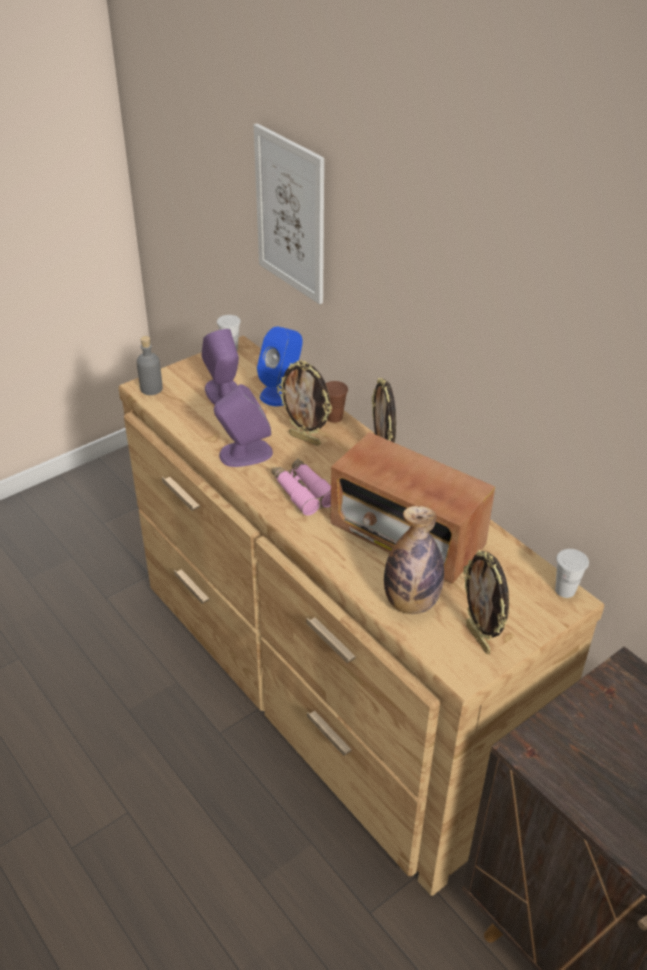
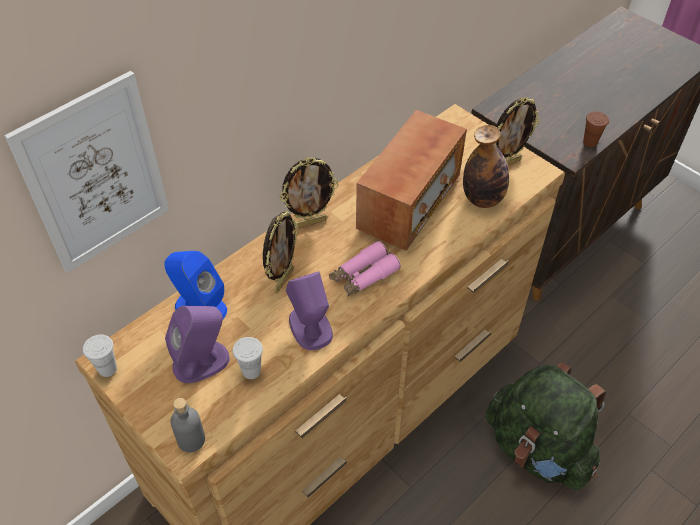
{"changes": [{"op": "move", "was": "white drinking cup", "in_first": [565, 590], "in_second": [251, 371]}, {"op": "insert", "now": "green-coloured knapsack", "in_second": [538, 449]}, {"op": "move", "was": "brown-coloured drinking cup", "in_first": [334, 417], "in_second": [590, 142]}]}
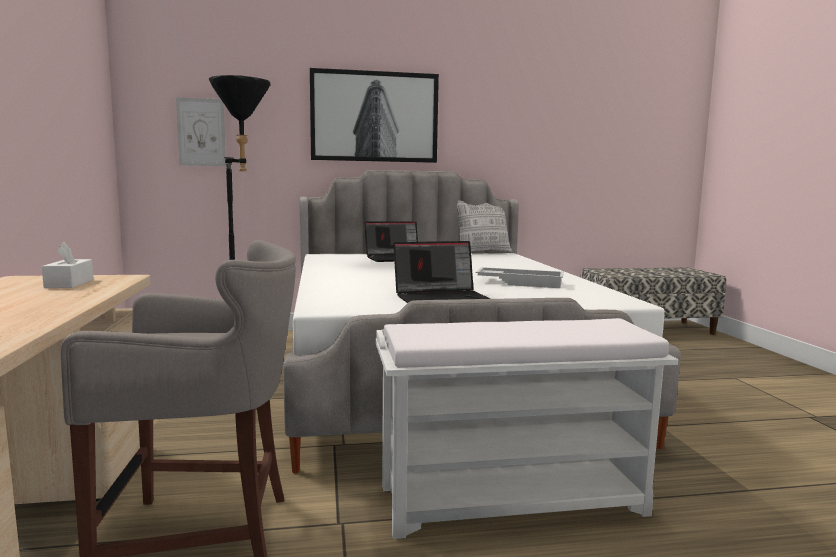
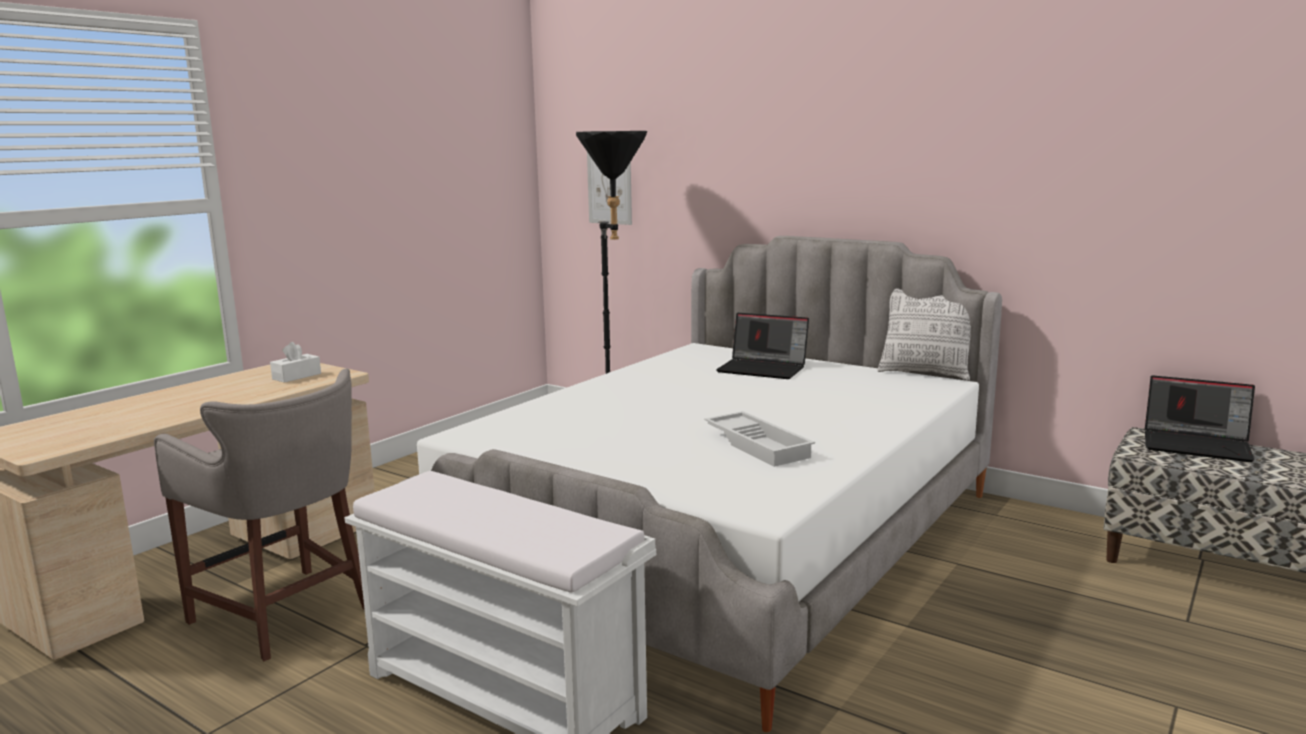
{"changes": [{"op": "move", "was": "laptop", "in_first": [442, 298], "in_second": [1197, 445]}, {"op": "delete", "was": "wall art", "in_first": [374, 117]}]}
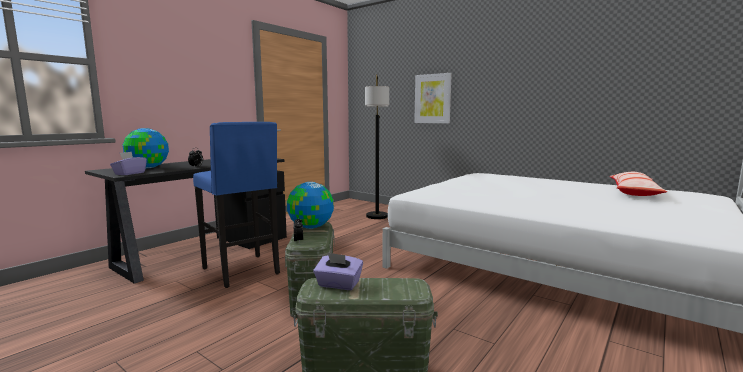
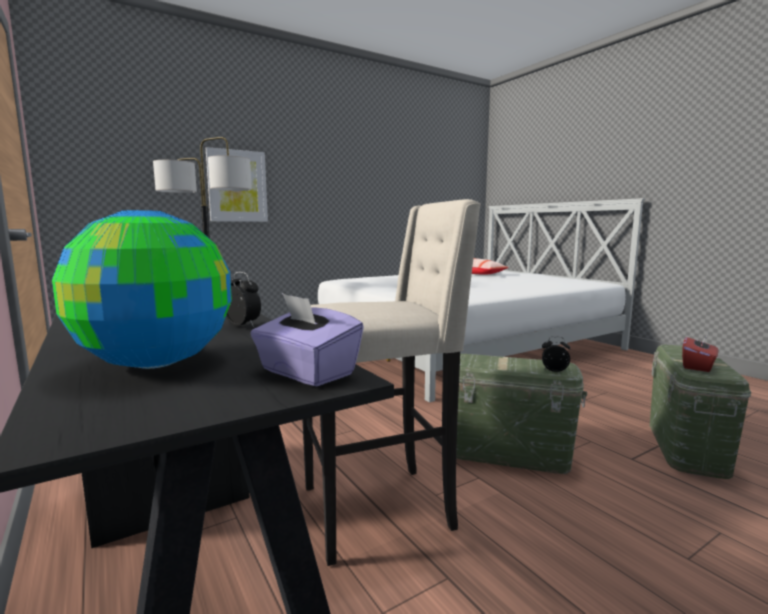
{"changes": [{"op": "recolor", "was": "bluish stool seat", "now": "sand-coloured stool seat", "in_first": [243, 271], "in_second": [380, 509]}, {"op": "recolor", "was": "purple-coloured tissue box", "now": "red tissue box", "in_first": [338, 284], "in_second": [698, 366]}, {"op": "delete", "was": "globe", "in_first": [310, 227]}]}
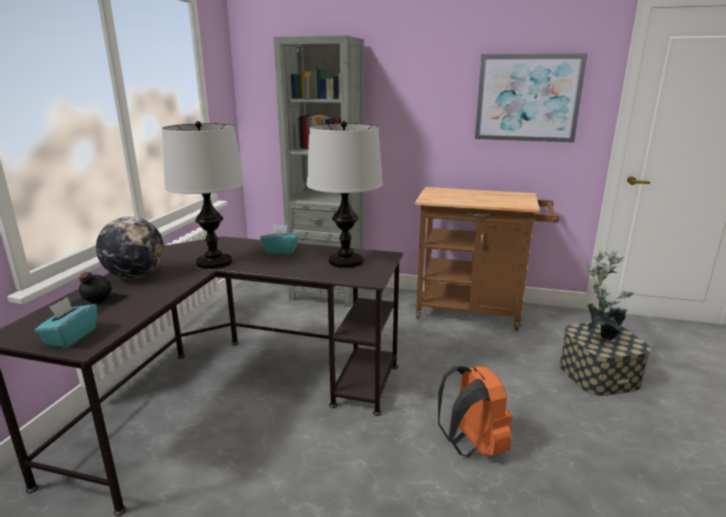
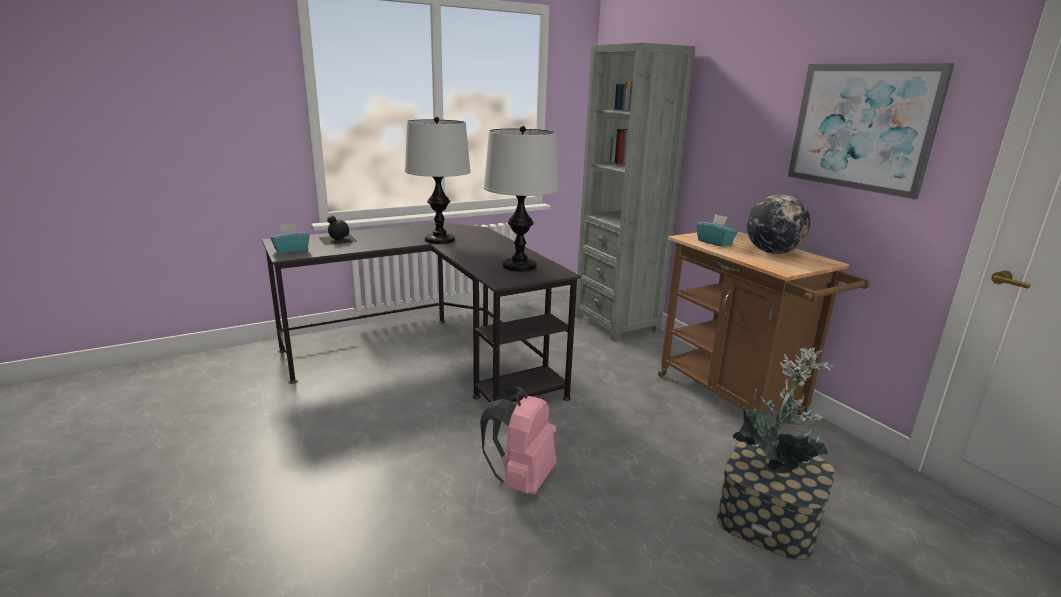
{"changes": [{"op": "recolor", "was": "orangey knapsack", "now": "pink knapsack", "in_first": [472, 445], "in_second": [521, 479]}, {"op": "move", "was": "turquoise-coloured tissue box", "in_first": [280, 251], "in_second": [715, 242]}, {"op": "move", "was": "globe", "in_first": [135, 276], "in_second": [772, 252]}]}
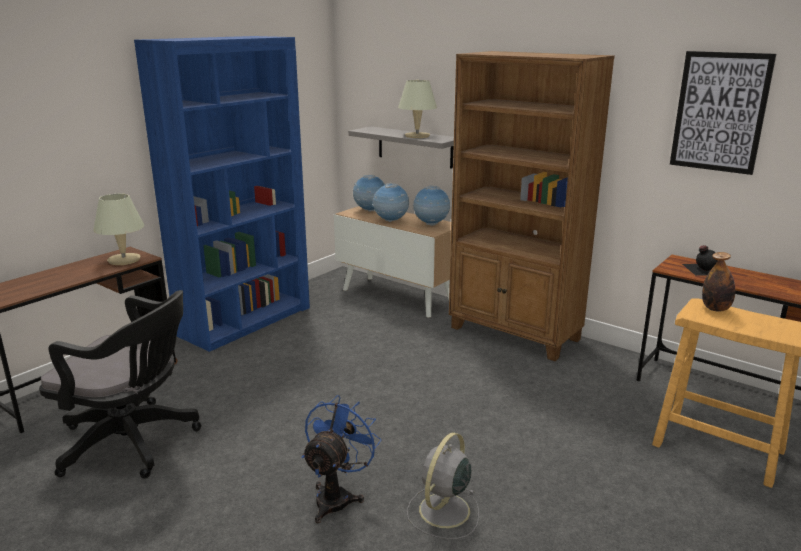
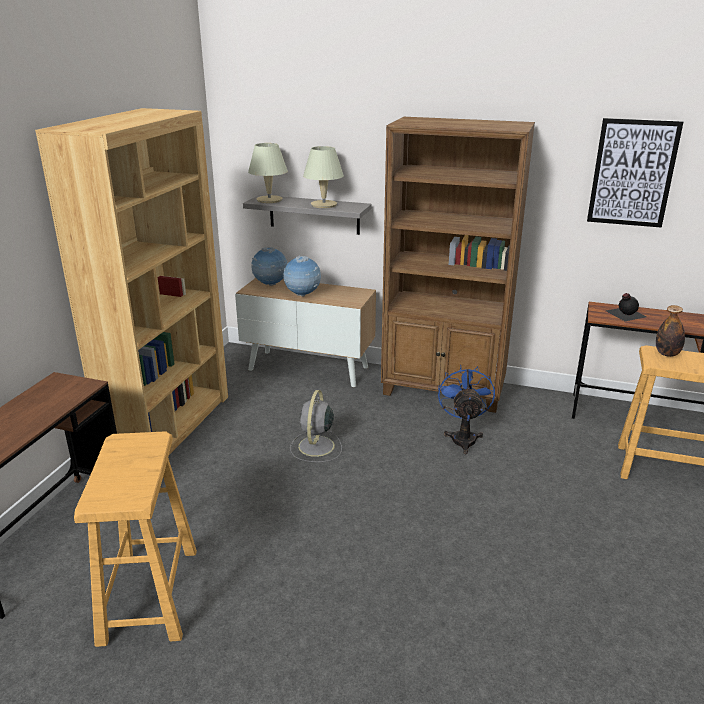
{"changes": [{"op": "recolor", "was": "bluish bookcase", "now": "brown-coloured bookcase", "in_first": [245, 321], "in_second": [169, 425]}, {"op": "replace", "was": "blackish desk chair", "now": "sand-coloured stool seat", "in_first": [134, 443], "in_second": [149, 595]}, {"op": "move", "was": "sand-coloured lamp for a table", "in_first": [124, 260], "in_second": [269, 200]}, {"op": "move", "was": "greyish cooling fan", "in_first": [443, 512], "in_second": [316, 447]}, {"op": "move", "was": "bluish cooling fan", "in_first": [337, 496], "in_second": [463, 437]}, {"op": "delete", "was": "globe", "in_first": [431, 224]}]}
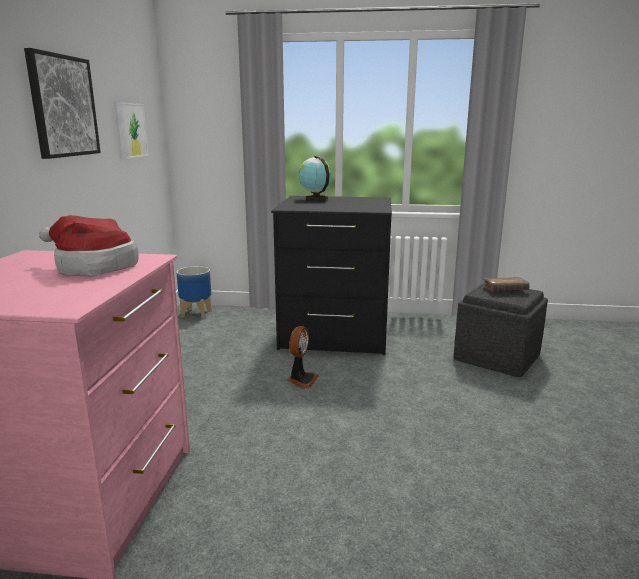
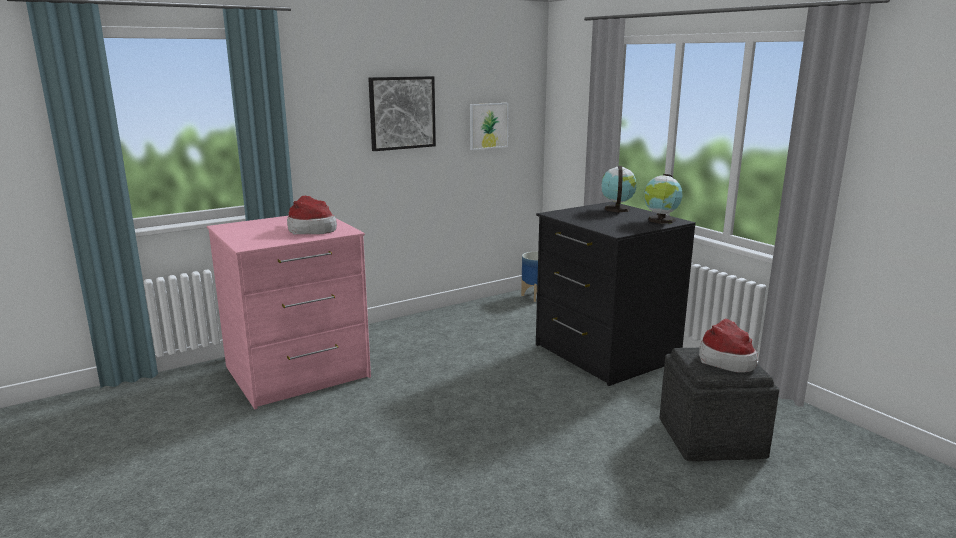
{"changes": [{"op": "insert", "now": "globe", "in_second": [660, 220]}, {"op": "replace", "was": "brown-coloured book", "now": "wearable hat", "in_first": [505, 290], "in_second": [726, 359]}, {"op": "delete", "was": "cooling fan", "in_first": [301, 380]}]}
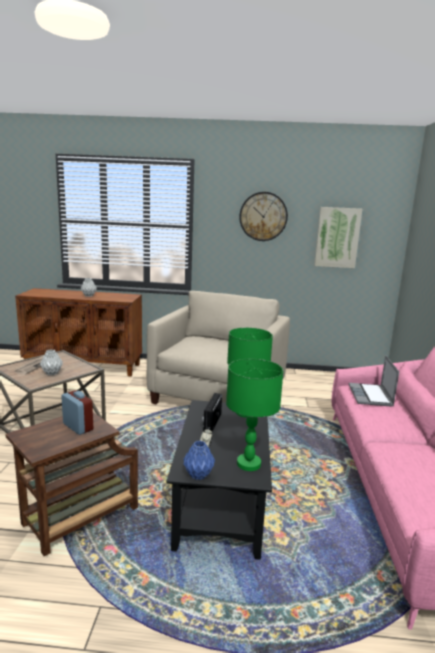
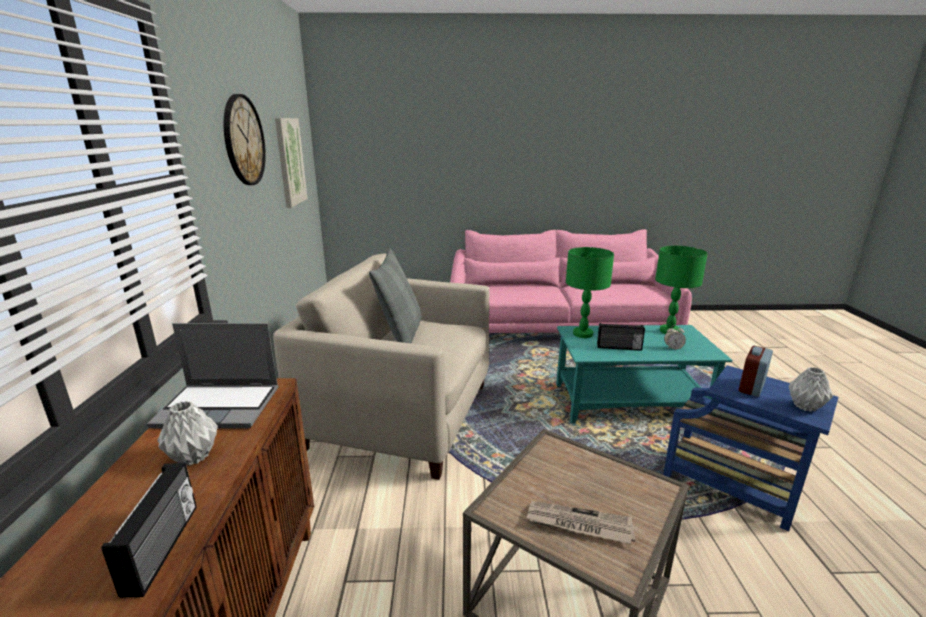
{"changes": [{"op": "insert", "now": "radio set", "in_second": [164, 548]}, {"op": "move", "was": "laptop", "in_first": [371, 396], "in_second": [221, 407]}, {"op": "insert", "now": "greyish pillow", "in_second": [401, 334]}, {"op": "recolor", "was": "blackish low table", "now": "turquoise-coloured low table", "in_first": [221, 502], "in_second": [630, 402]}, {"op": "recolor", "was": "brown-coloured side table", "now": "bluish side table", "in_first": [78, 518], "in_second": [733, 487]}, {"op": "move", "was": "greyish flower vase", "in_first": [52, 373], "in_second": [804, 406]}, {"op": "delete", "was": "bluish flower vase", "in_first": [198, 475]}]}
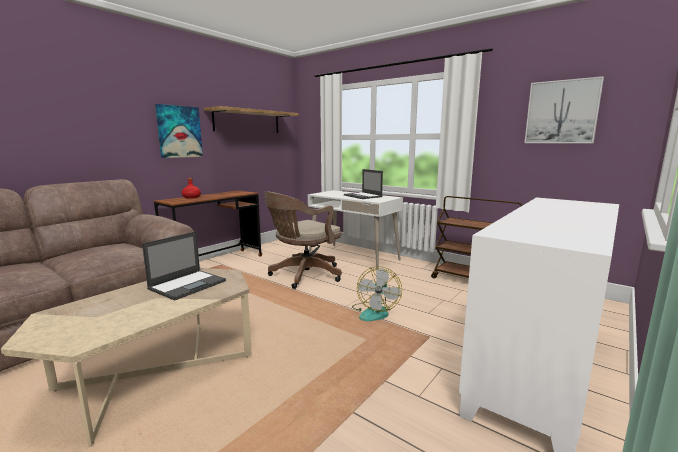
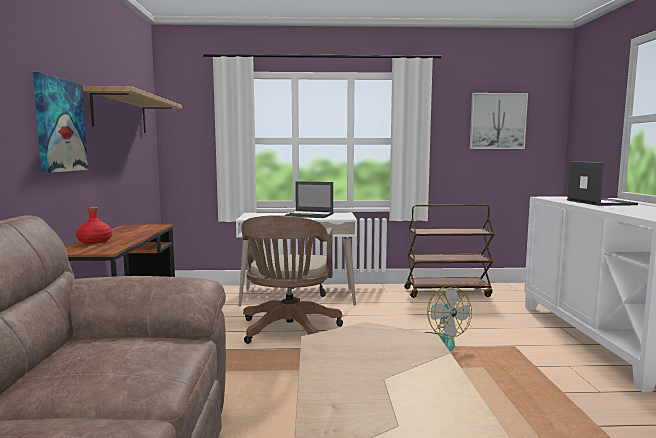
{"changes": [{"op": "move", "was": "laptop", "in_first": [188, 284], "in_second": [599, 202]}]}
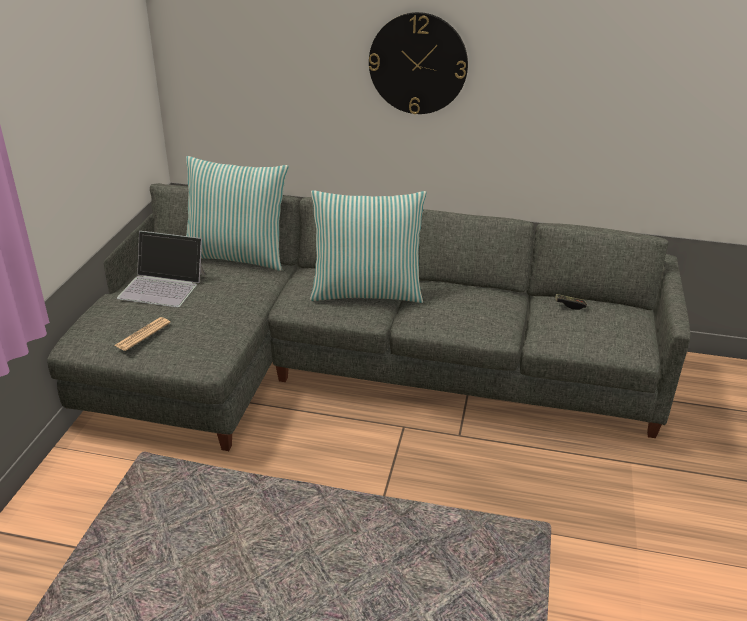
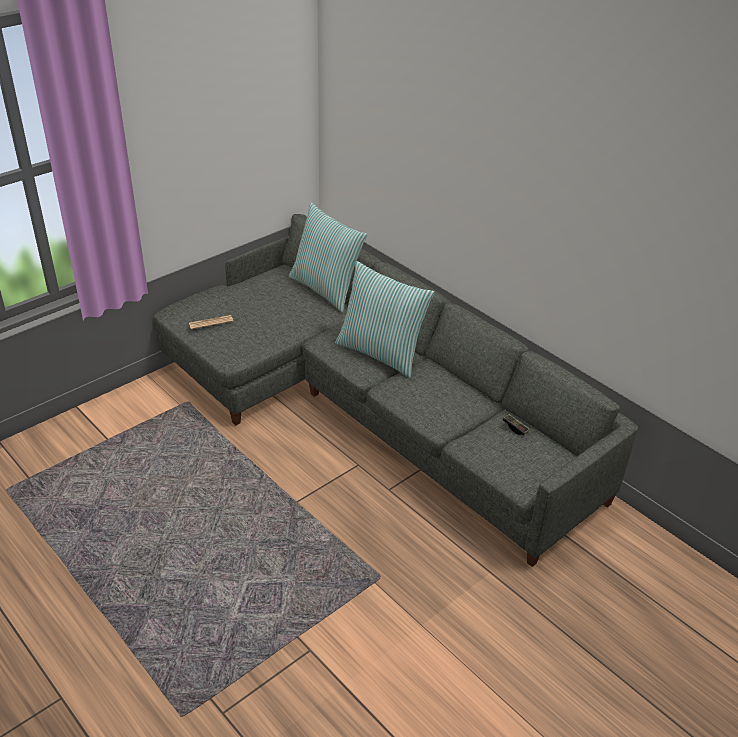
{"changes": [{"op": "delete", "was": "laptop", "in_first": [163, 286]}, {"op": "delete", "was": "hanging clock", "in_first": [418, 64]}]}
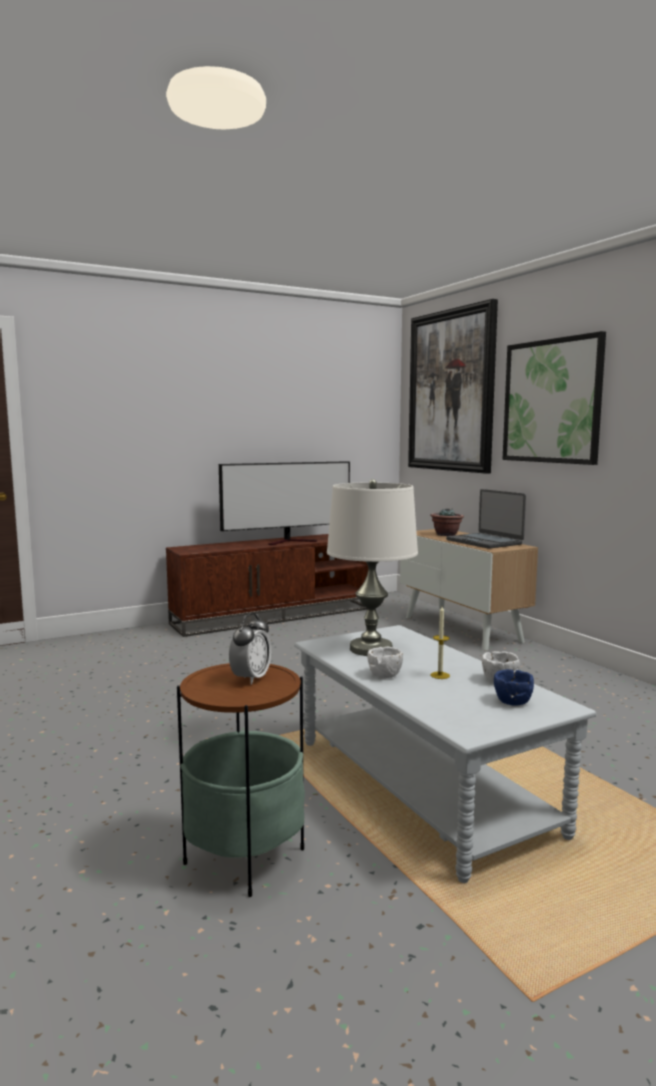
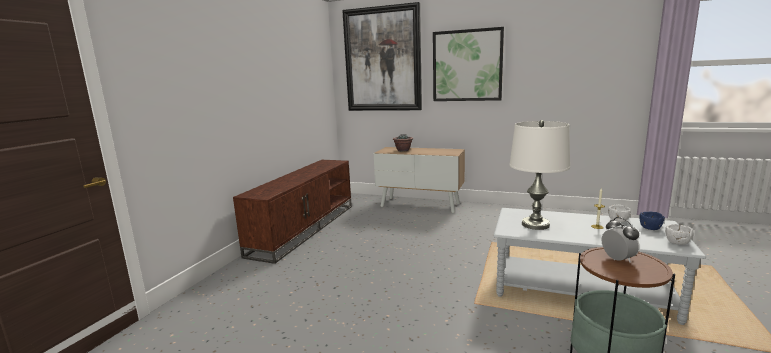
{"changes": [{"op": "move", "was": "white serving bowl", "in_first": [385, 675], "in_second": [677, 242]}, {"op": "delete", "was": "TV", "in_first": [291, 542]}, {"op": "delete", "was": "laptop", "in_first": [484, 542]}]}
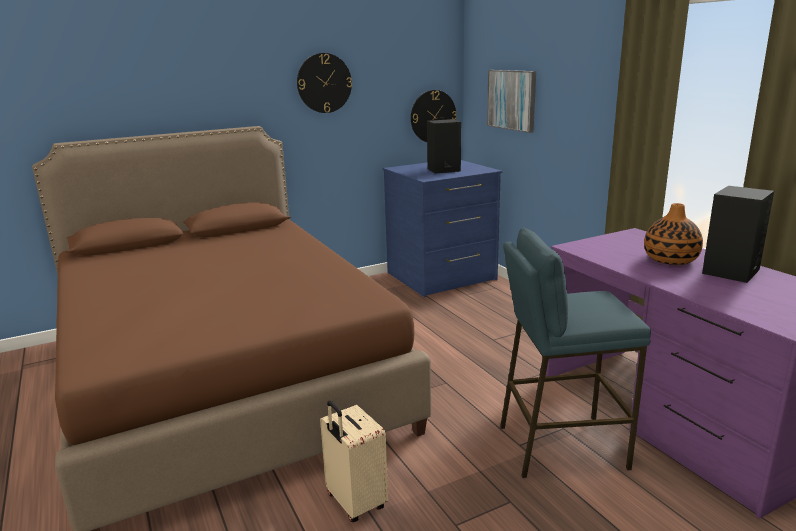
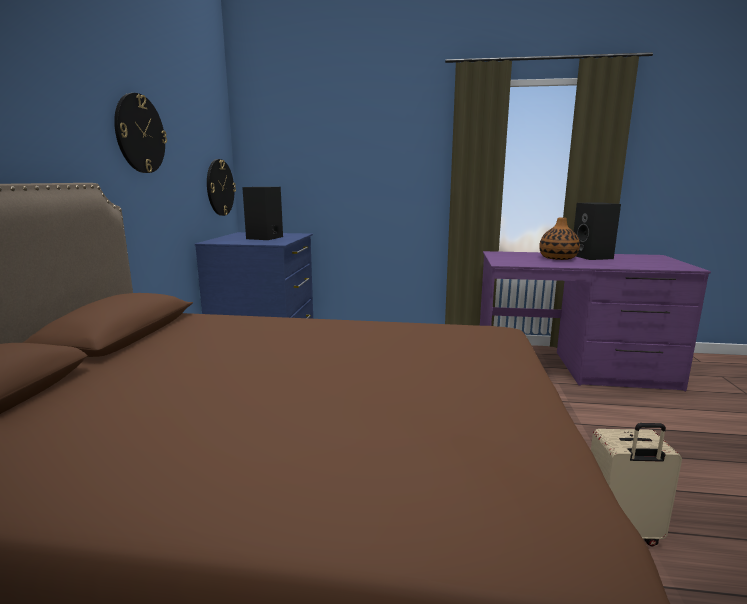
{"changes": [{"op": "delete", "was": "wall art", "in_first": [512, 100]}, {"op": "delete", "was": "bluish stool seat", "in_first": [560, 446]}]}
